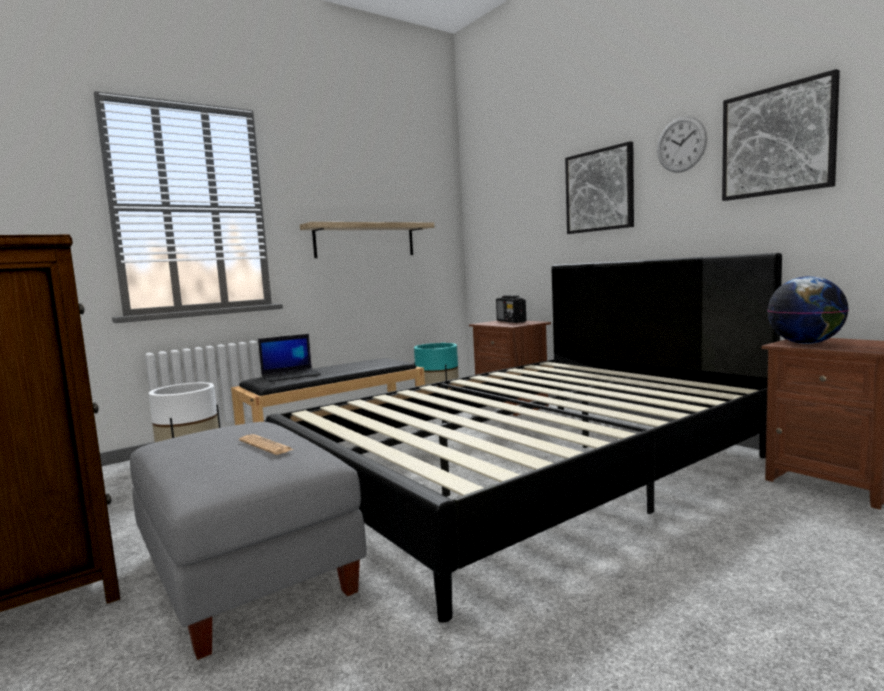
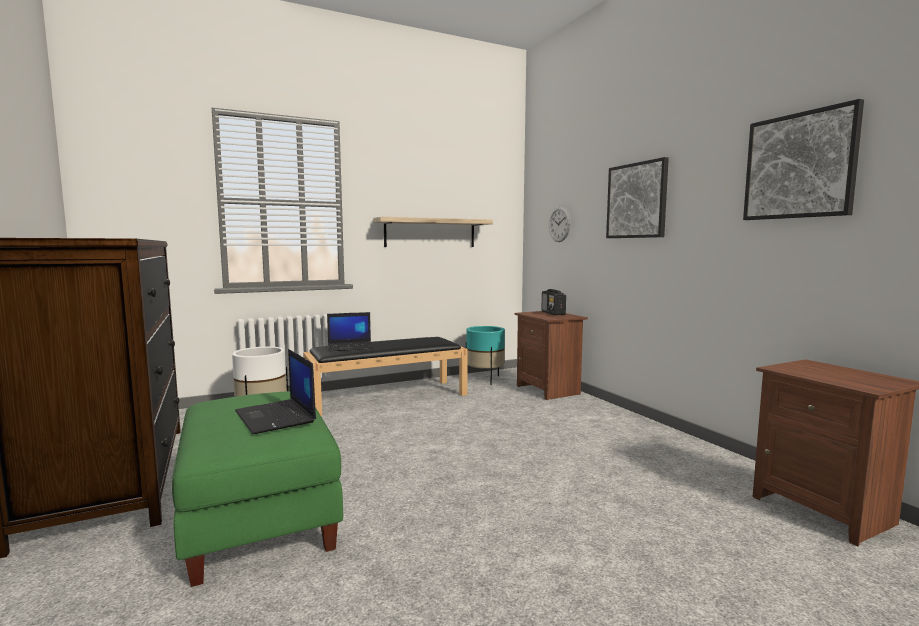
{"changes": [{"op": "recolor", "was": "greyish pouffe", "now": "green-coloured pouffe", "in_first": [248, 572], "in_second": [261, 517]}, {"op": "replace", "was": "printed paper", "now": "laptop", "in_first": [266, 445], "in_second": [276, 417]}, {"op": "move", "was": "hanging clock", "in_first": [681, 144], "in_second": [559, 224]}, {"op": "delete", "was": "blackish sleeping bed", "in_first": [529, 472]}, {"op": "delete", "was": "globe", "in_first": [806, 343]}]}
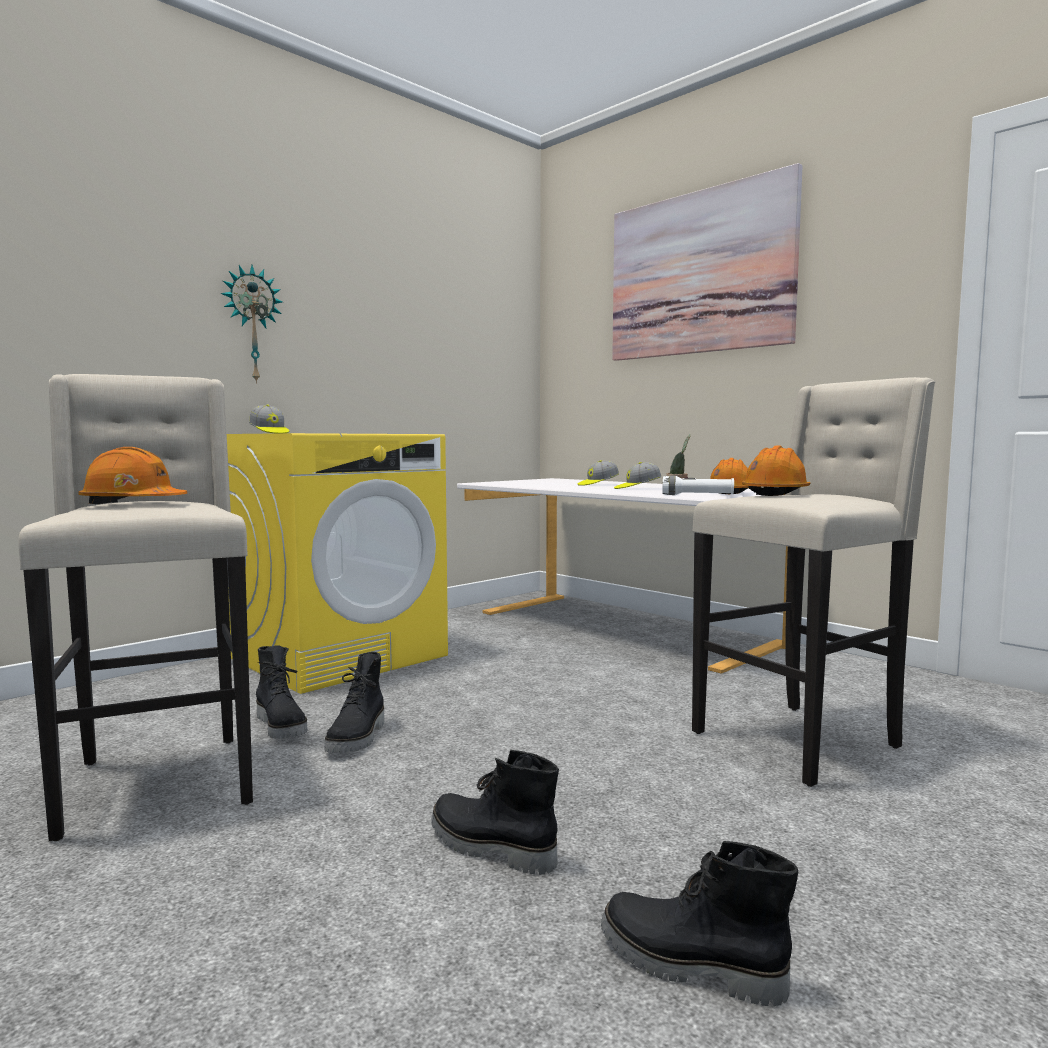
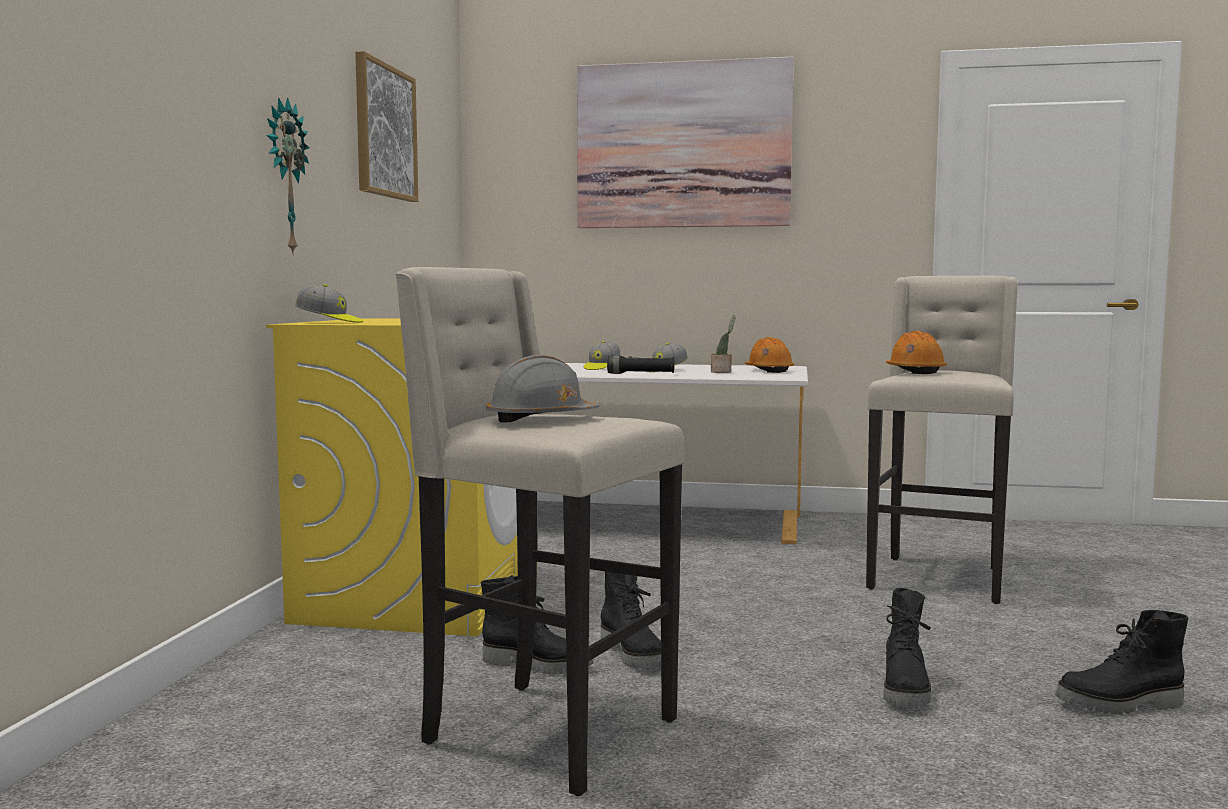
{"changes": [{"op": "insert", "now": "wall art", "in_second": [384, 131]}, {"op": "recolor", "was": "orangey hard hat", "now": "greyish hard hat", "in_first": [133, 504], "in_second": [541, 419]}, {"op": "insert", "now": "blackish flashlight", "in_second": [641, 374]}, {"op": "rotate", "was": "blackish tall boot", "in_first": [490, 848], "in_second": [906, 690], "clockwise": -75}, {"op": "delete", "was": "white flashlight", "in_first": [697, 495]}]}
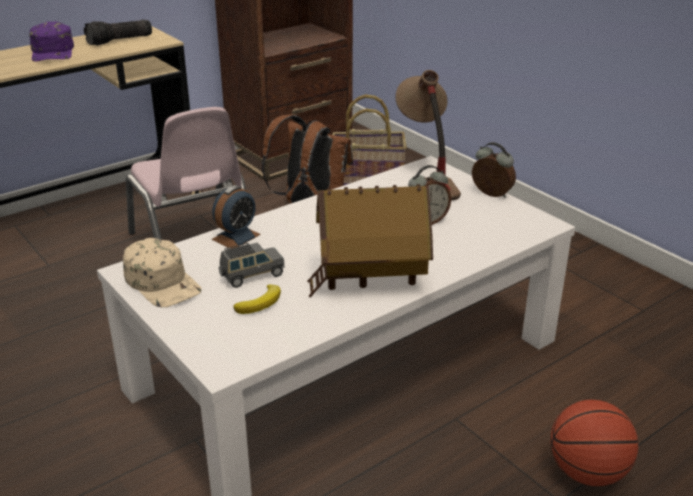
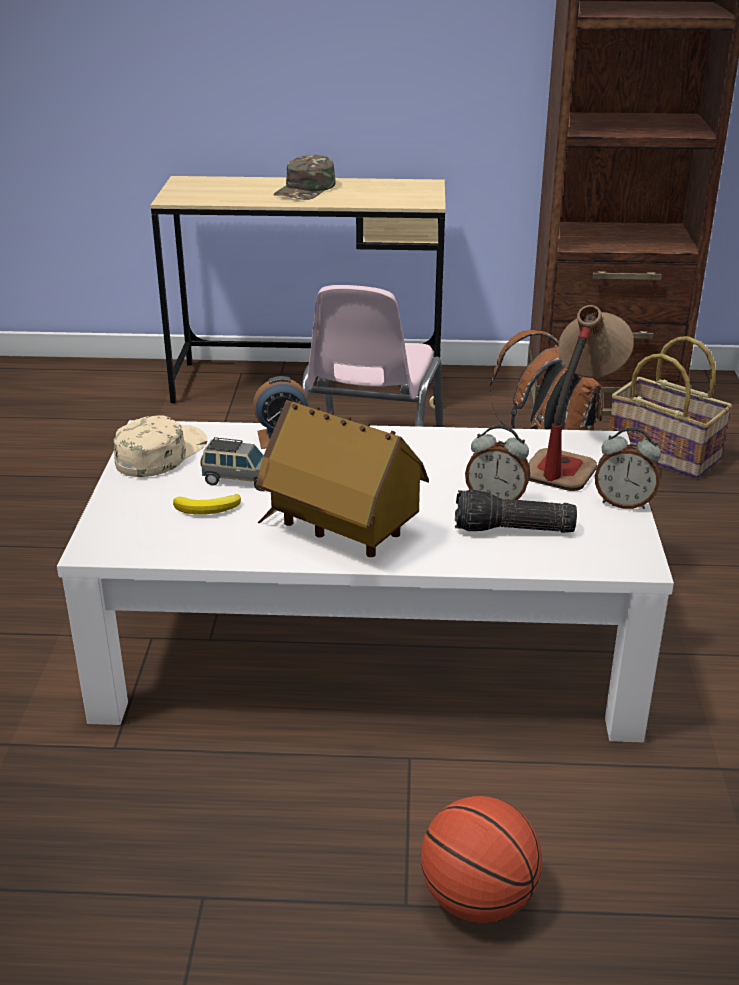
{"changes": [{"op": "rotate", "was": "sand-coloured cap", "in_first": [163, 282], "in_second": [160, 453], "clockwise": -150}, {"op": "recolor", "was": "purple-coloured cap", "now": "green-coloured cap", "in_first": [53, 52], "in_second": [306, 189]}, {"op": "move", "was": "flashlight", "in_first": [120, 41], "in_second": [512, 530]}, {"op": "rotate", "was": "table clock", "in_first": [490, 195], "in_second": [624, 503], "clockwise": 120}]}
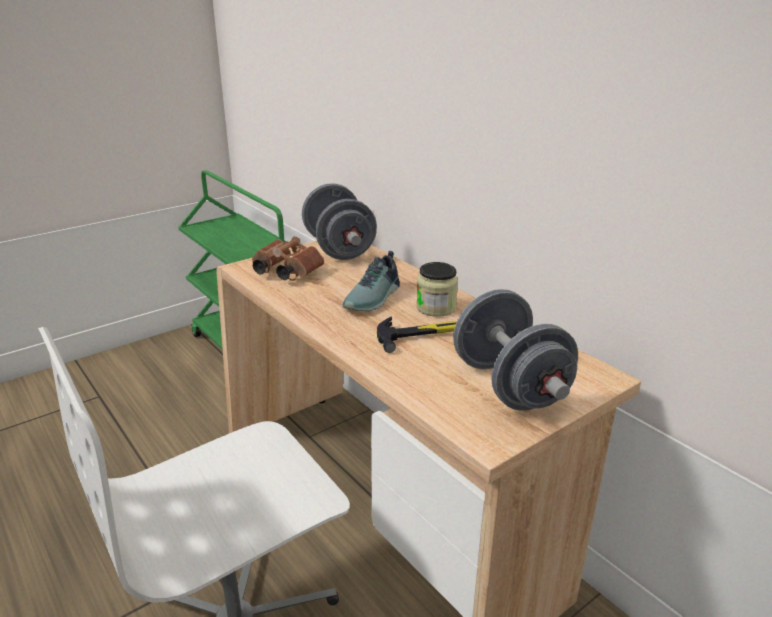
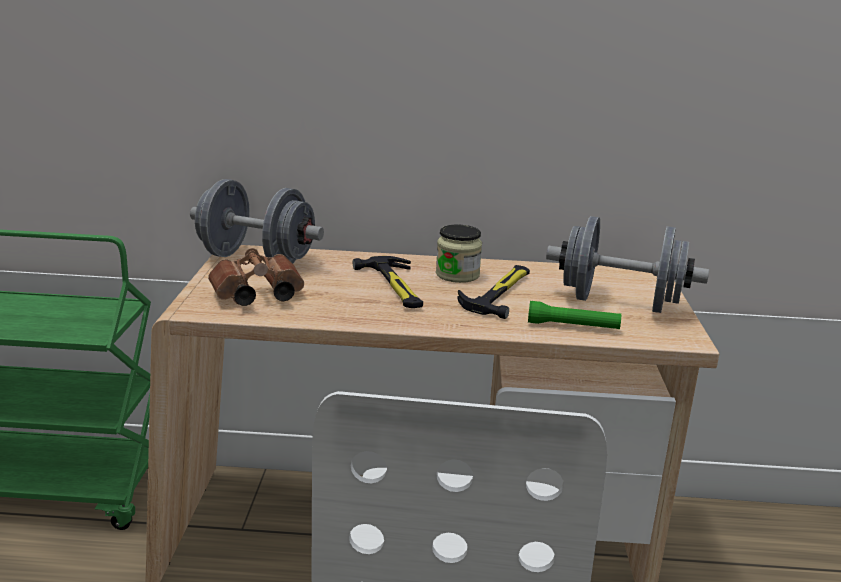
{"changes": [{"op": "replace", "was": "low shoe", "now": "hand hammer", "in_first": [374, 298], "in_second": [395, 286]}, {"op": "insert", "now": "green-coloured flashlight", "in_second": [573, 326]}]}
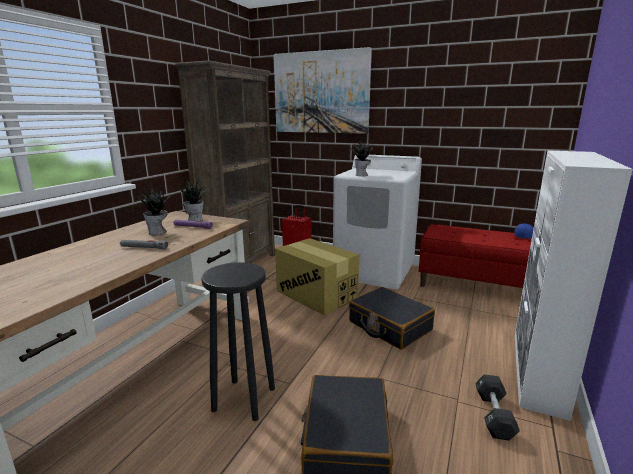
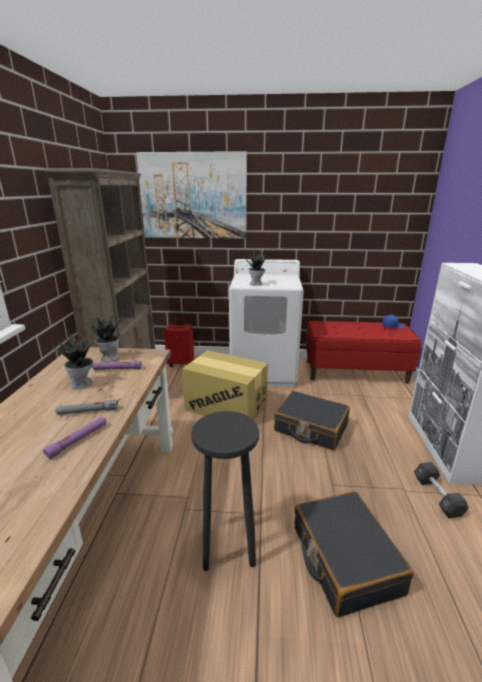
{"changes": [{"op": "insert", "now": "purple-coloured flashlight", "in_second": [78, 440]}]}
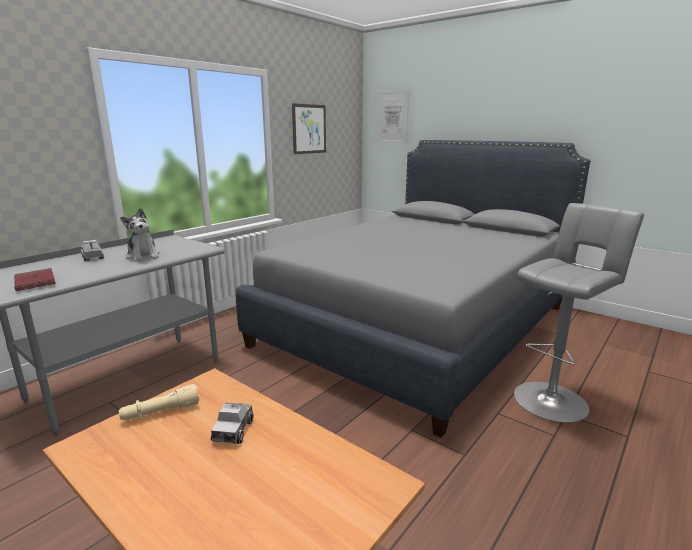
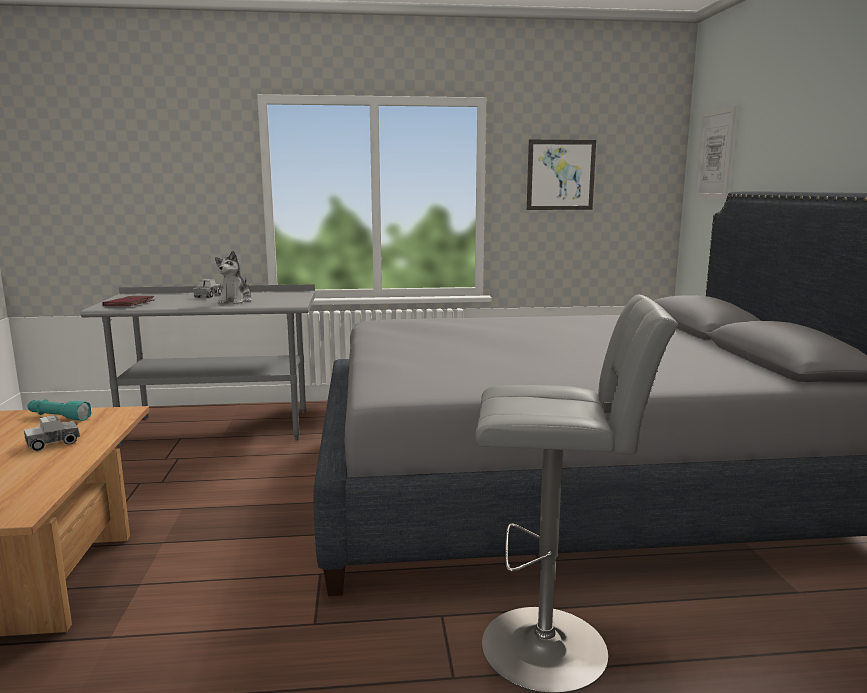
{"changes": [{"op": "recolor", "was": "sand-coloured flashlight", "now": "turquoise-coloured flashlight", "in_first": [161, 412], "in_second": [58, 417]}]}
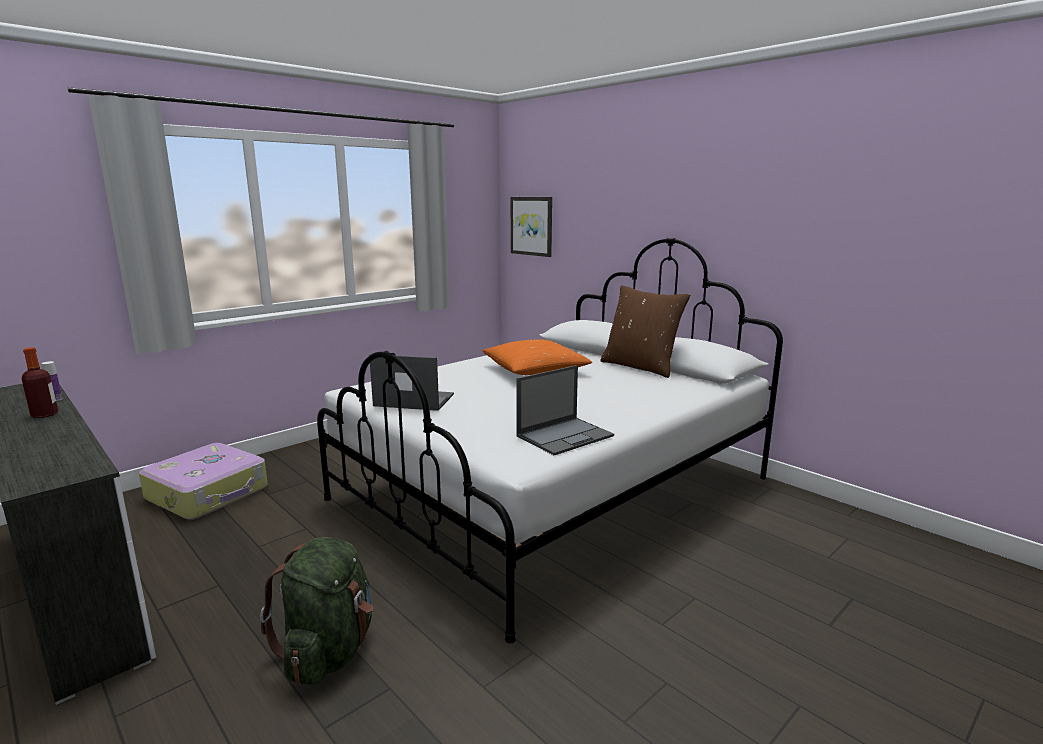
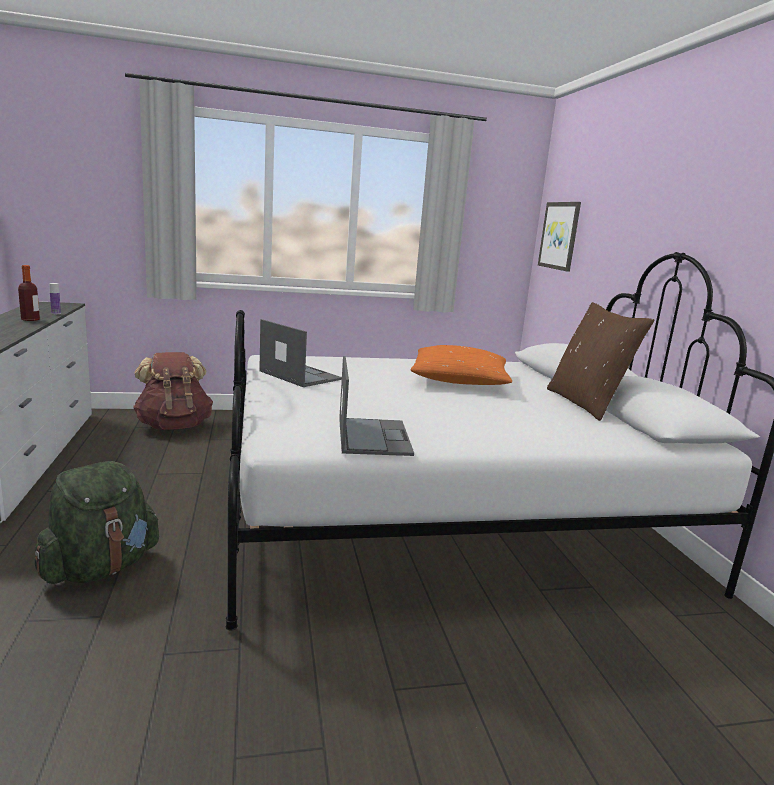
{"changes": [{"op": "replace", "was": "suitcase", "now": "brown-coloured knapsack", "in_first": [209, 493], "in_second": [174, 426]}, {"op": "rotate", "was": "laptop", "in_first": [565, 436], "in_second": [373, 436], "clockwise": -90}]}
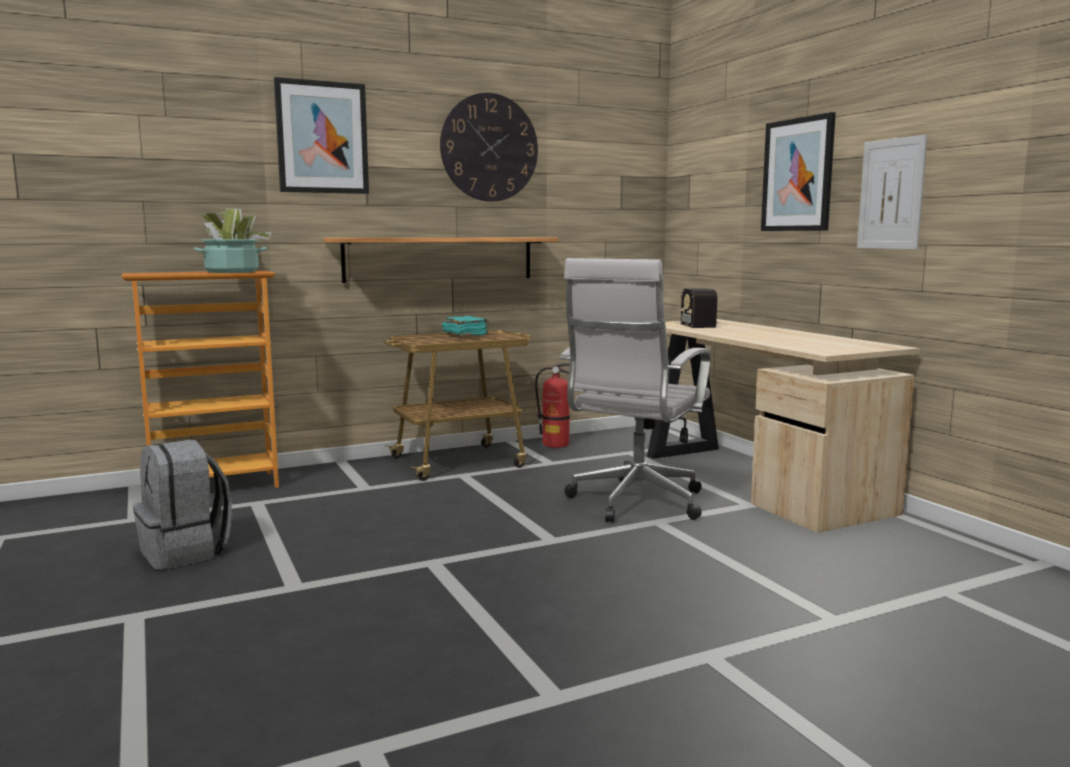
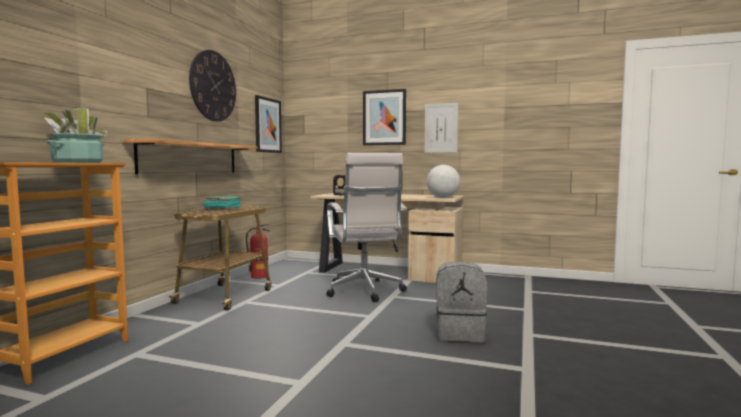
{"changes": [{"op": "move", "was": "wall art", "in_first": [322, 137], "in_second": [267, 125]}, {"op": "insert", "now": "globe", "in_second": [443, 197]}, {"op": "move", "was": "greyish knapsack", "in_first": [186, 552], "in_second": [460, 333]}]}
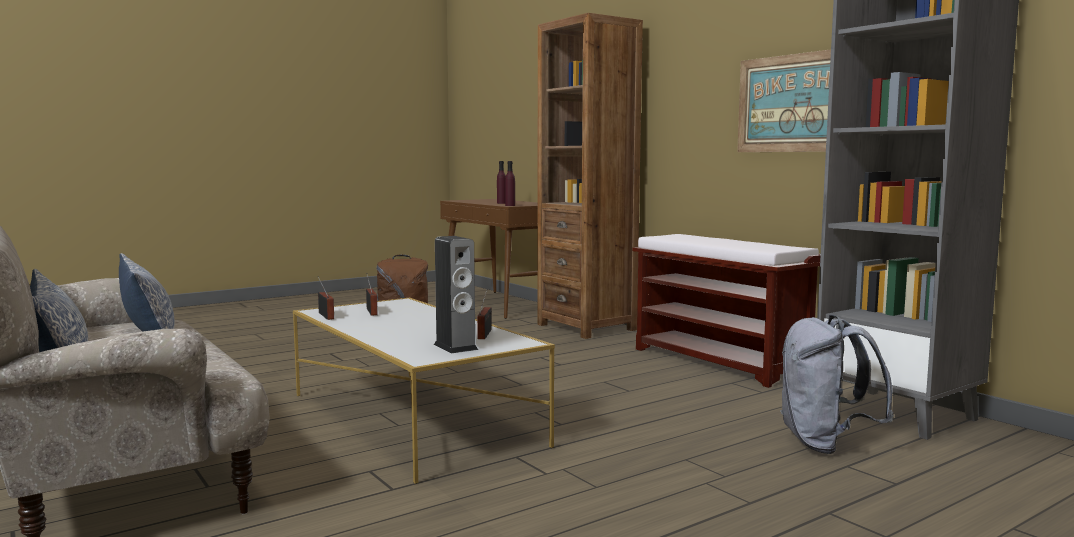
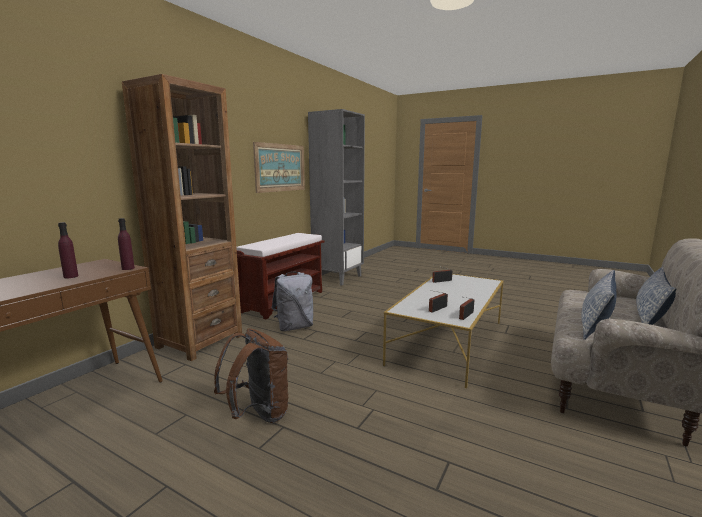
{"changes": [{"op": "move", "was": "greyish knapsack", "in_first": [825, 444], "in_second": [294, 327]}, {"op": "delete", "was": "speaker", "in_first": [455, 347]}]}
